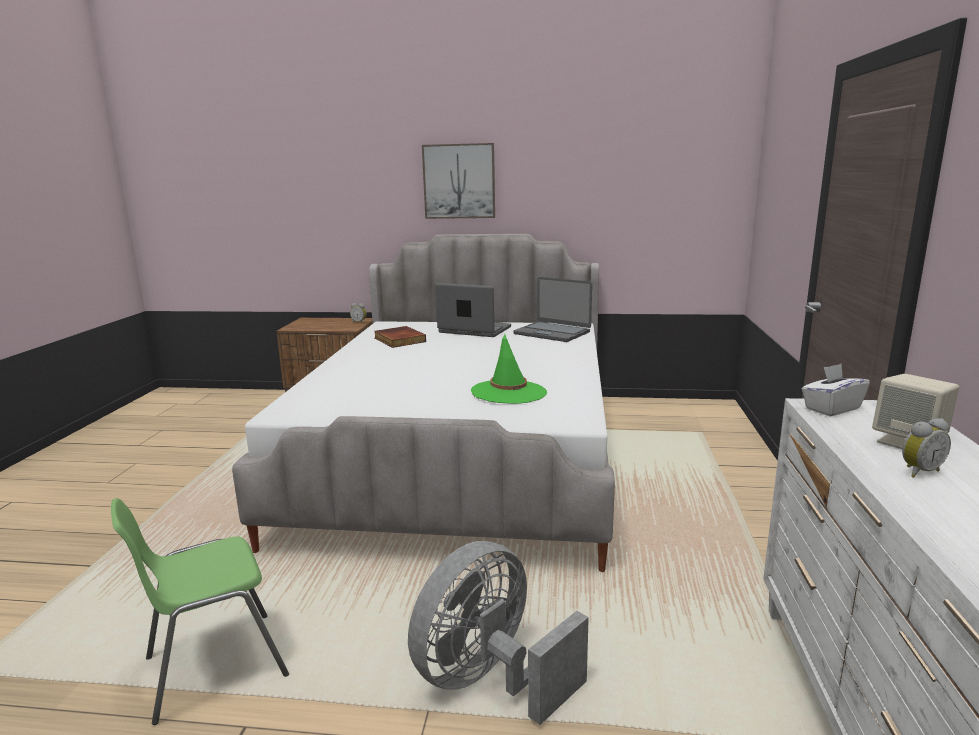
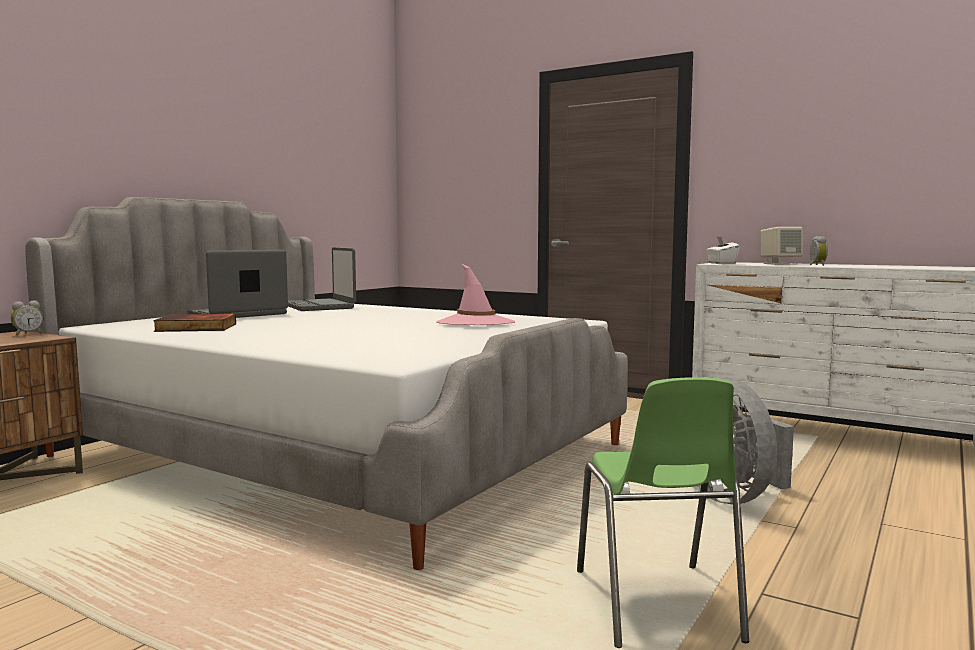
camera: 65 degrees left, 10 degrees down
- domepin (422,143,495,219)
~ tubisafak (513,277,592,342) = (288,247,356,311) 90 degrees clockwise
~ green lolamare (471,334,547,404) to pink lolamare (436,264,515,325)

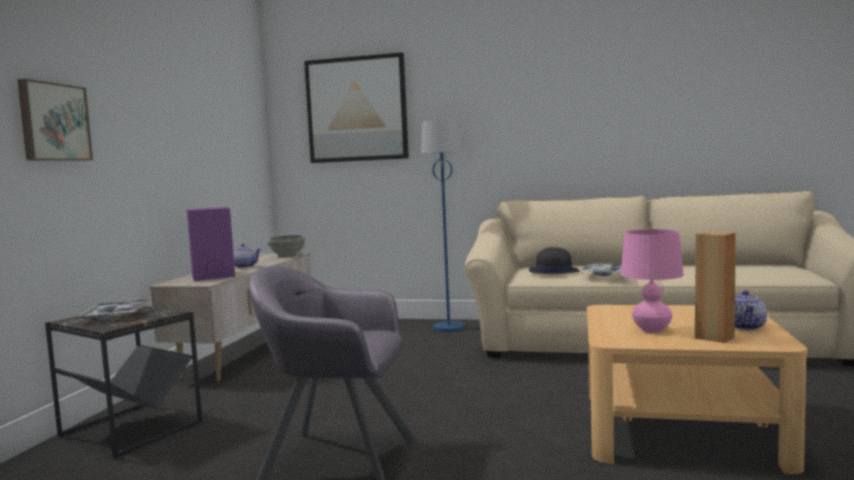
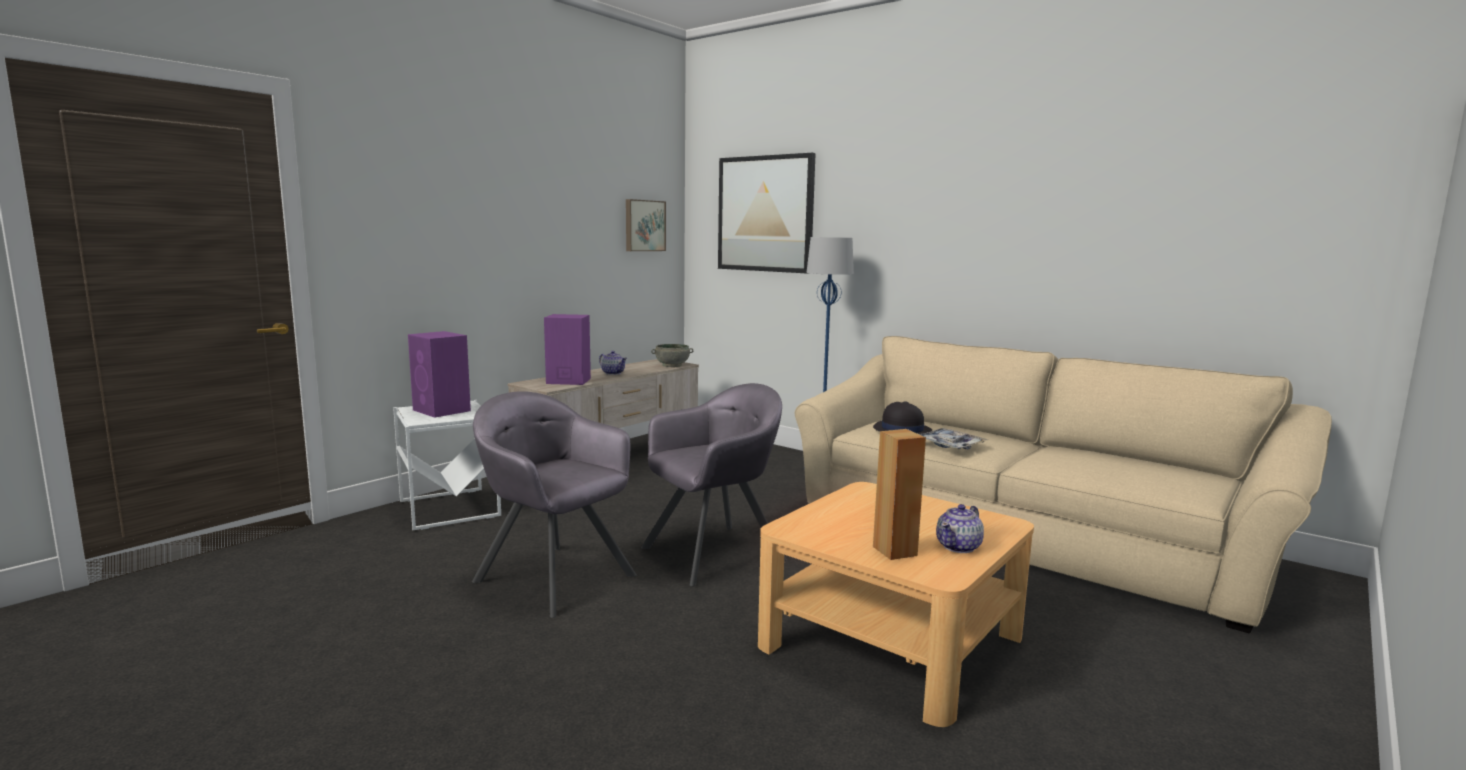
camera: 25 degrees right, 5 degrees up
~ domepin (17,79,93,161) to (626,199,666,251)
- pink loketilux (621,229,684,333)
~ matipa (79,299,152,320) to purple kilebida (408,331,471,418)
~ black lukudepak (45,306,203,458) to white lukudepak (393,400,501,530)
+ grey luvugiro (641,383,787,586)

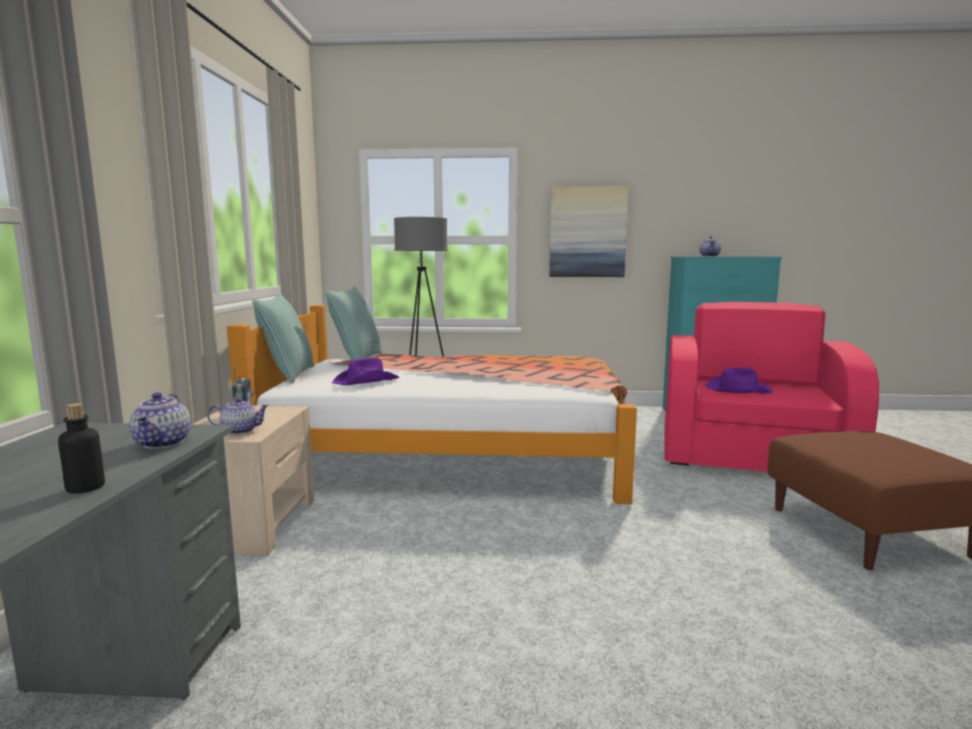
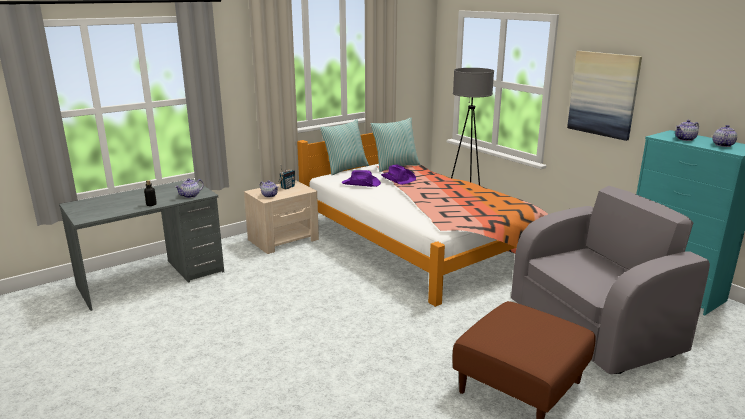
camera: 50 degrees right, 10 degrees up
~ pink luvugiro (664,302,879,472) to grey luvugiro (511,186,710,374)
~ purple lolamare (705,368,773,394) to (381,165,416,185)
+ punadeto (713,125,737,147)

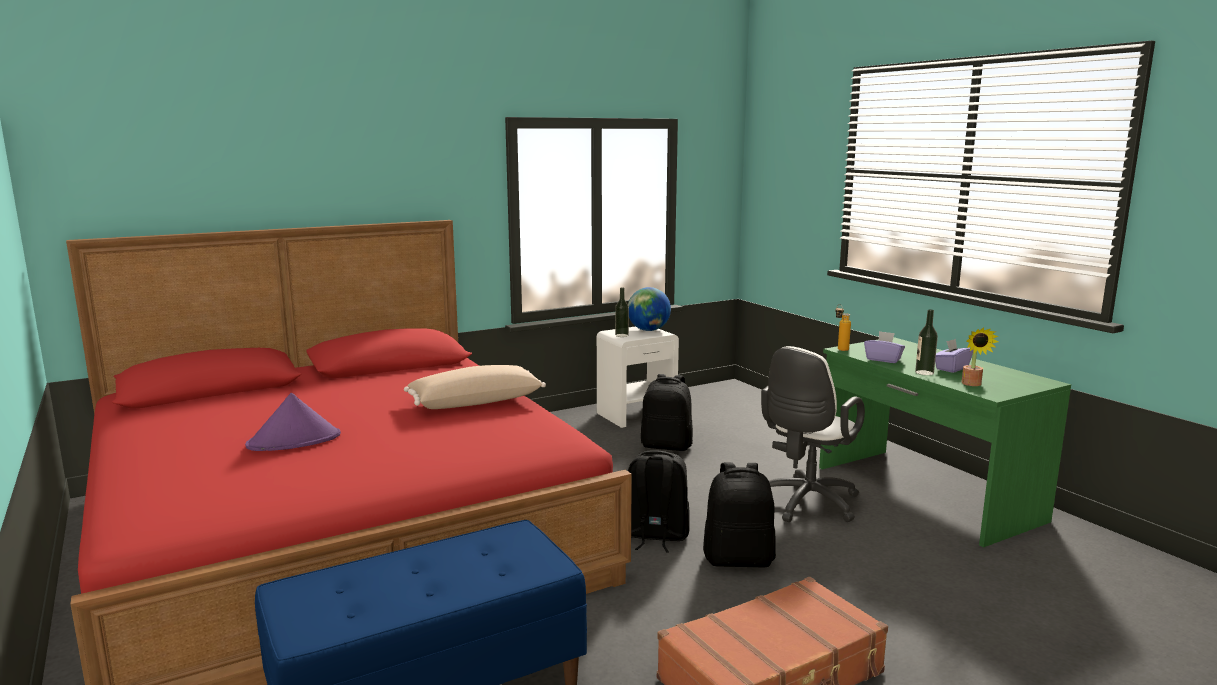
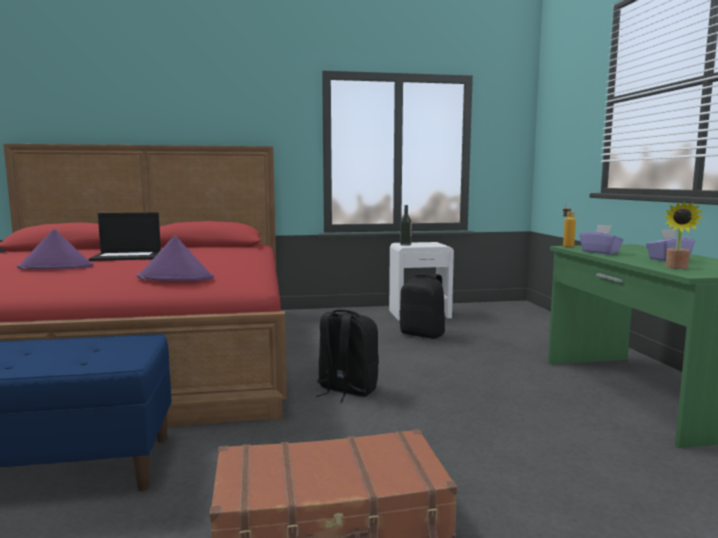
camera: 20 degrees right, 5 degrees down
- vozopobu (628,287,671,331)
- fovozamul (915,309,938,375)
- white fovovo (761,346,865,522)
- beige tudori (404,365,546,409)
- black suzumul (703,462,776,567)
+ tubisafak (89,212,161,261)
+ purple lolamare (137,235,214,281)

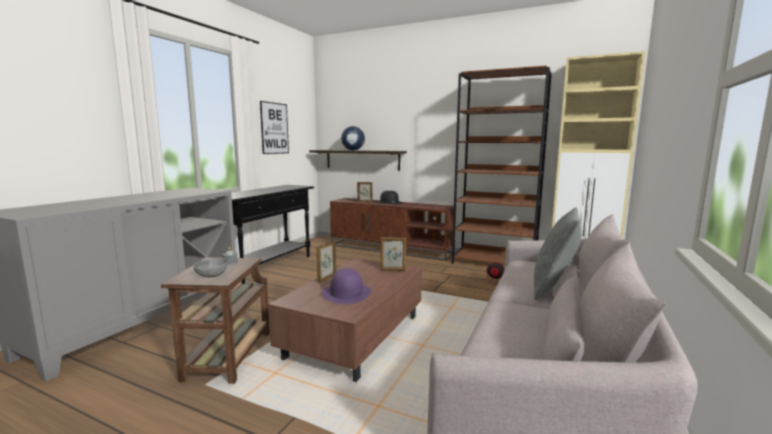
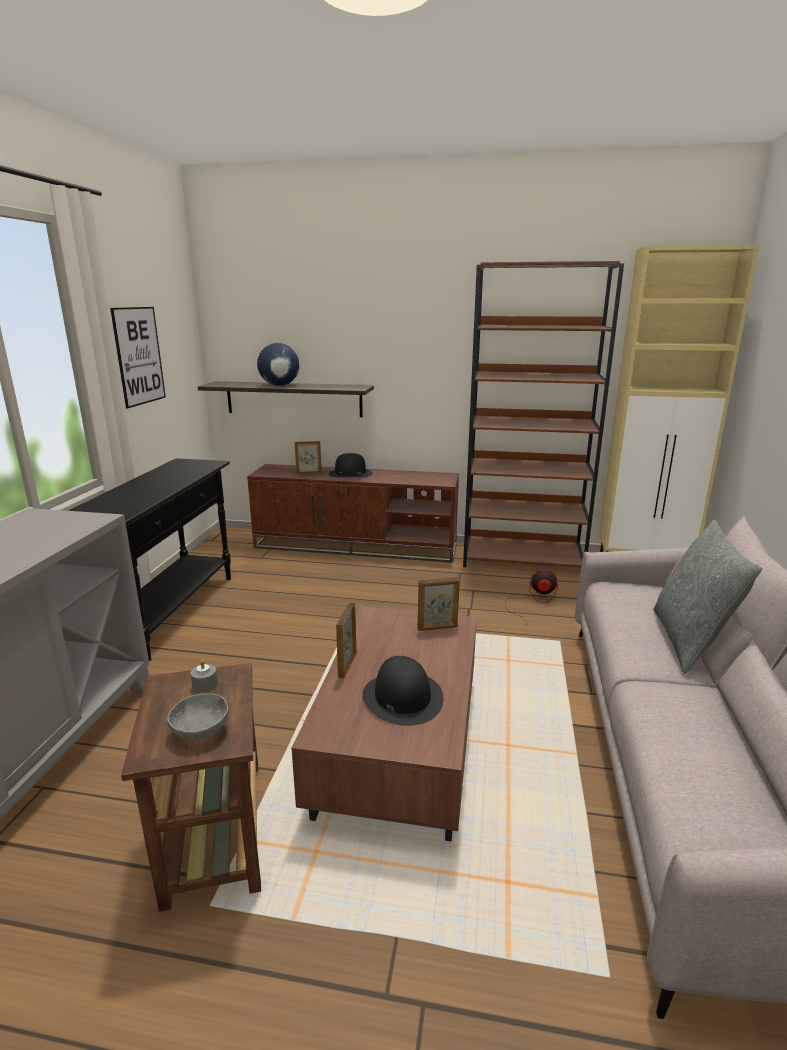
camera: 15 degrees left, 10 degrees up
~ purple lolamare (322,268,371,304) to black lolamare (362,656,444,726)

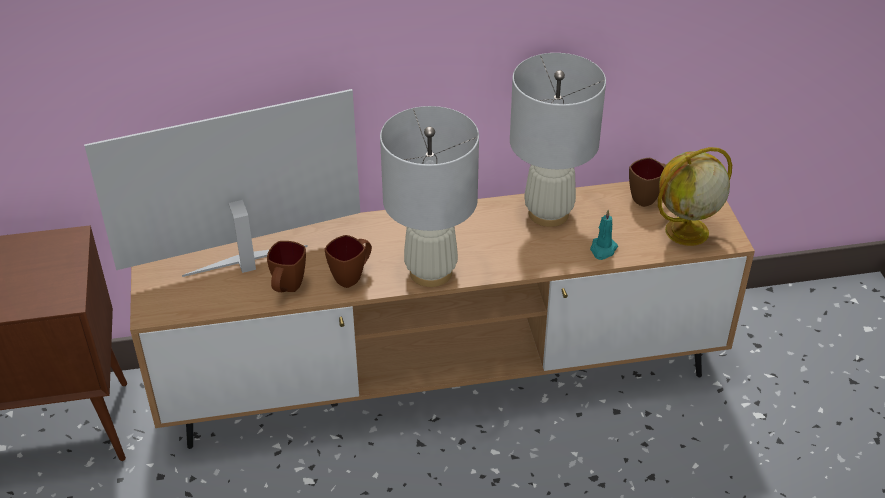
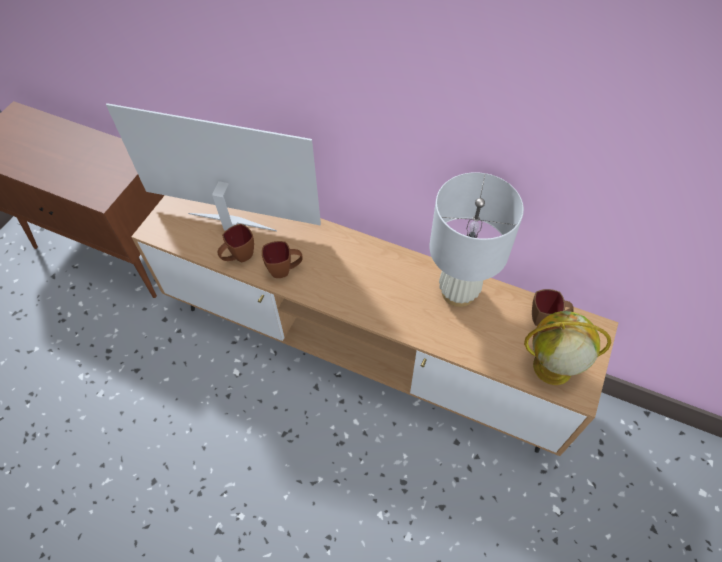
camera: 35 degrees right, 15 degrees up
- white loketilux (380,106,479,287)
- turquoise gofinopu (590,210,618,260)

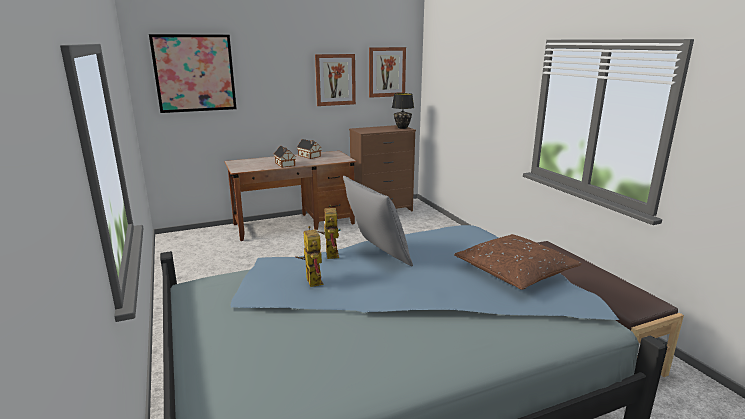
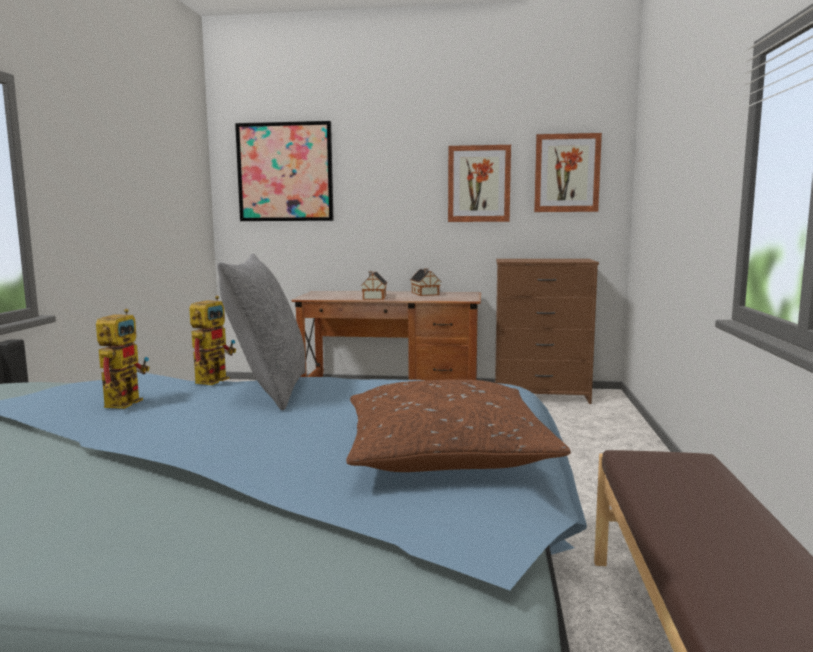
camera: 30 degrees right, 10 degrees down
- black loketilux (392,93,414,129)

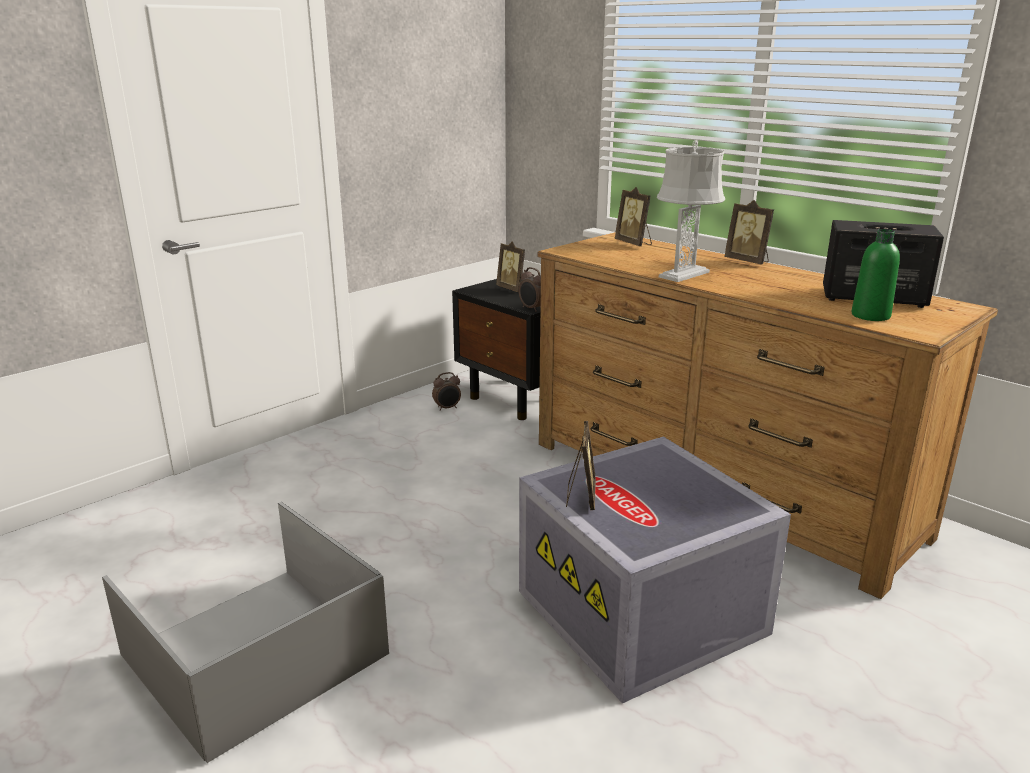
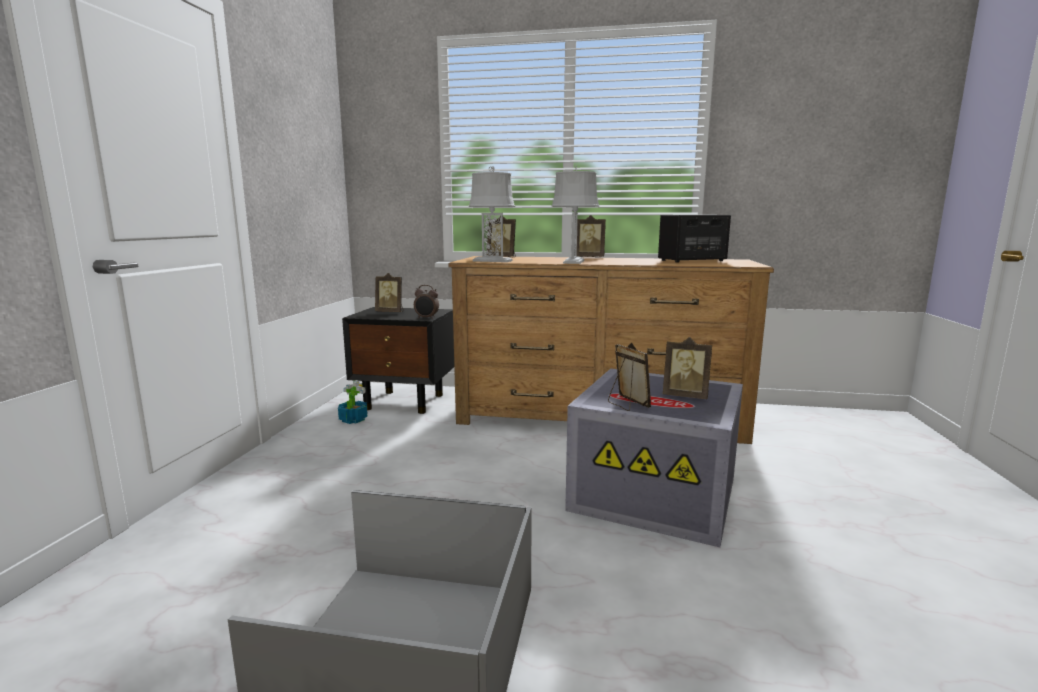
camera: 35 degrees left, 10 degrees down
- green fovozamul (852,229,900,321)
~ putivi (432,372,461,411) to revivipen (338,380,367,424)
+ grey loketilux (469,166,515,262)
+ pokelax (663,337,712,399)

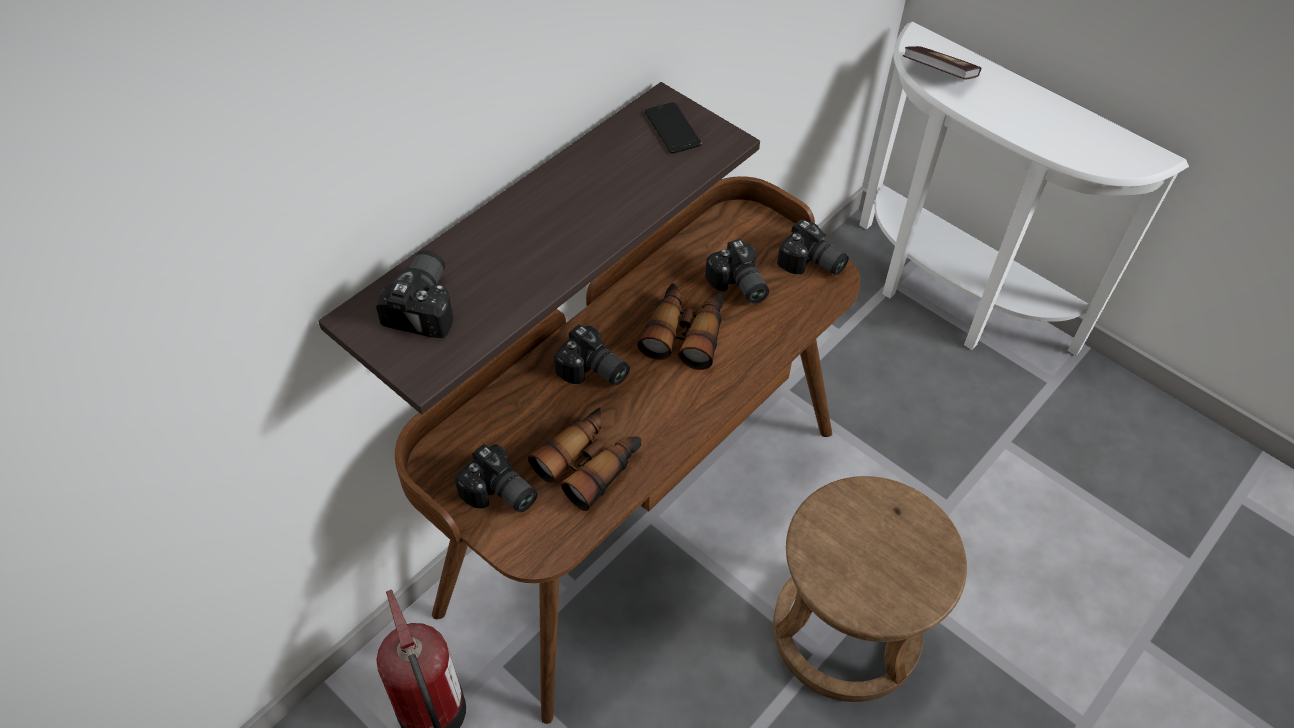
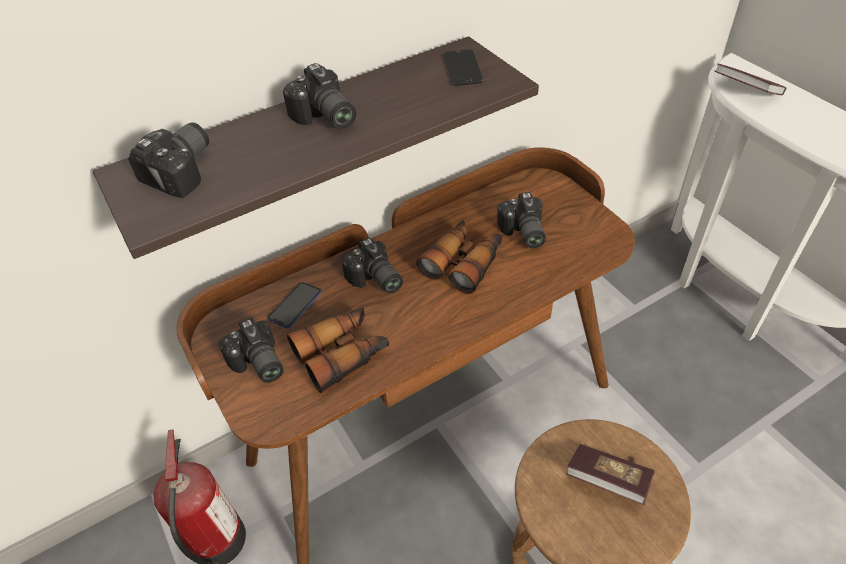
camera: 20 degrees right, 5 degrees down
~ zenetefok (777,219,849,275) to (283,63,356,129)
+ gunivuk (268,282,321,328)
+ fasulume (566,444,655,505)

